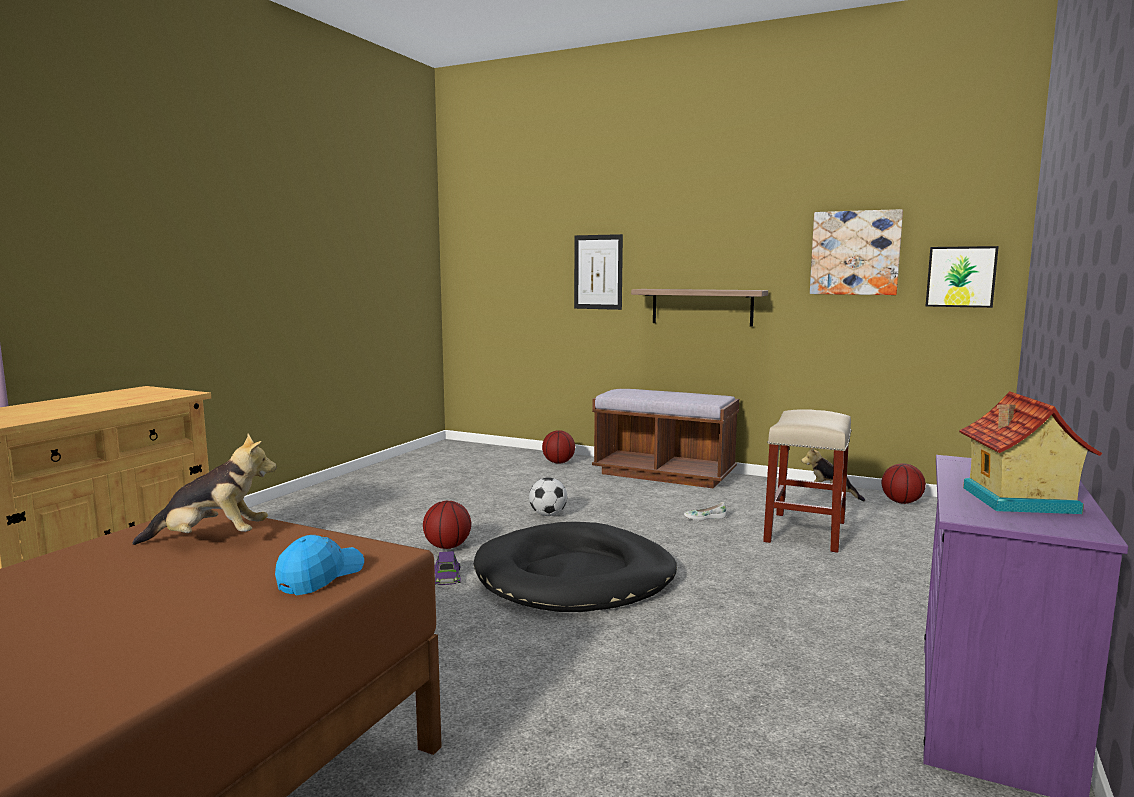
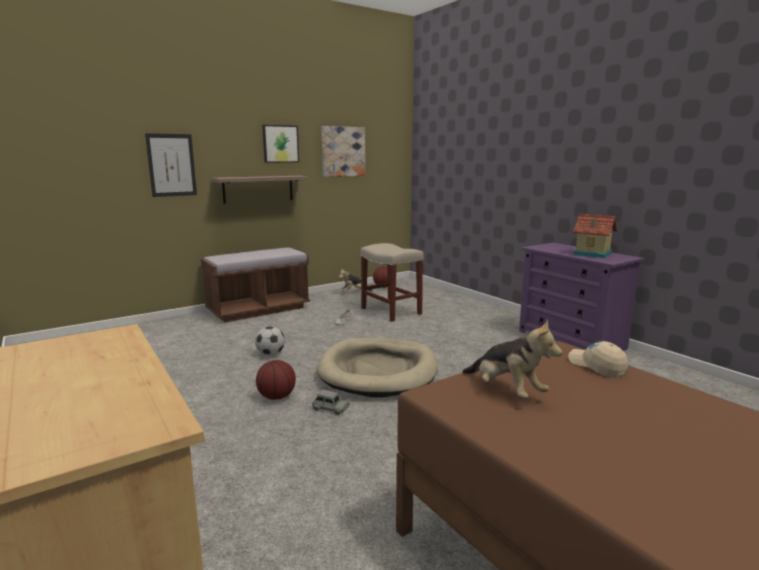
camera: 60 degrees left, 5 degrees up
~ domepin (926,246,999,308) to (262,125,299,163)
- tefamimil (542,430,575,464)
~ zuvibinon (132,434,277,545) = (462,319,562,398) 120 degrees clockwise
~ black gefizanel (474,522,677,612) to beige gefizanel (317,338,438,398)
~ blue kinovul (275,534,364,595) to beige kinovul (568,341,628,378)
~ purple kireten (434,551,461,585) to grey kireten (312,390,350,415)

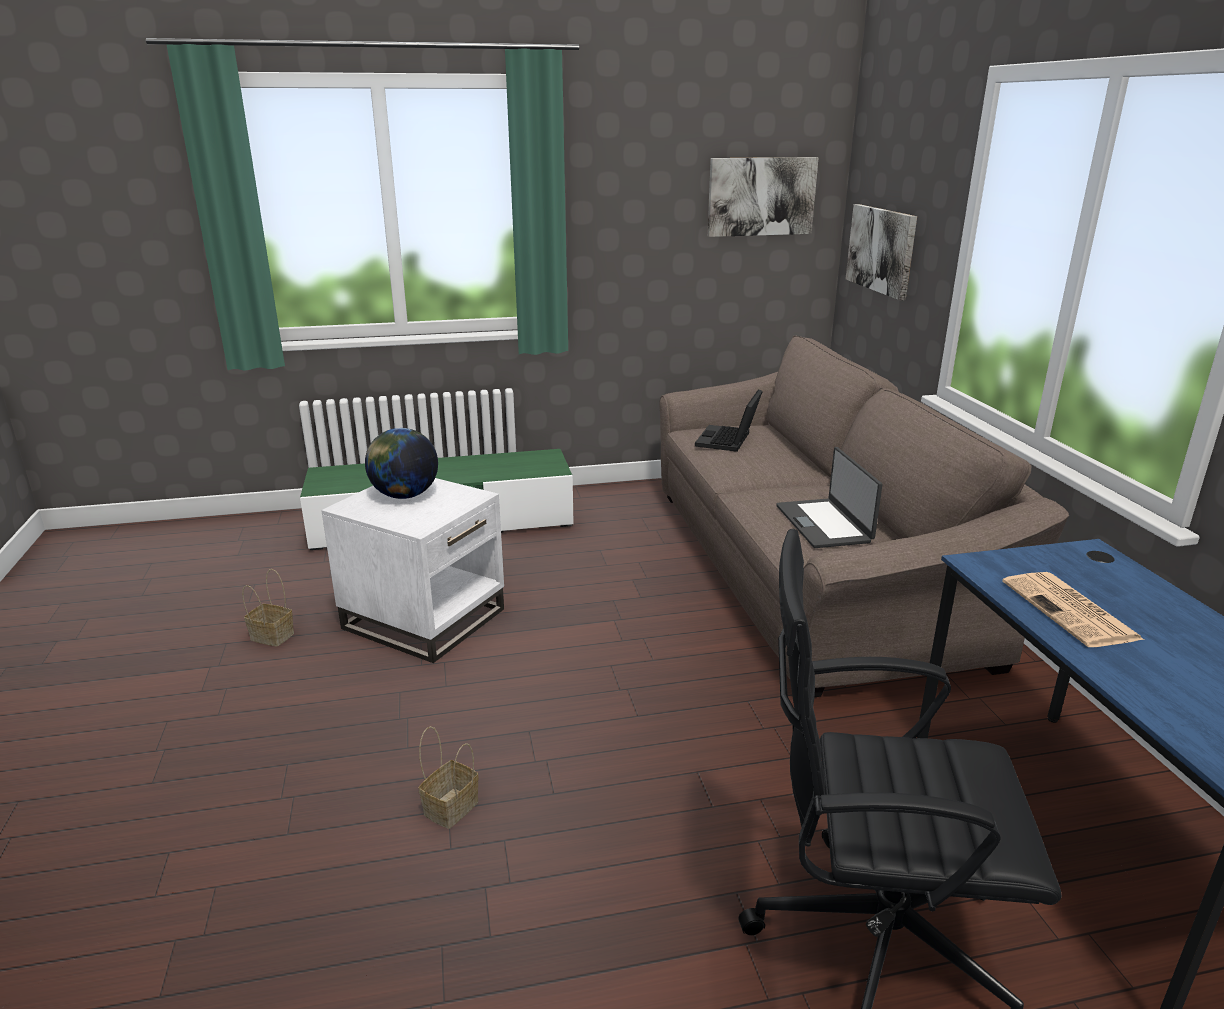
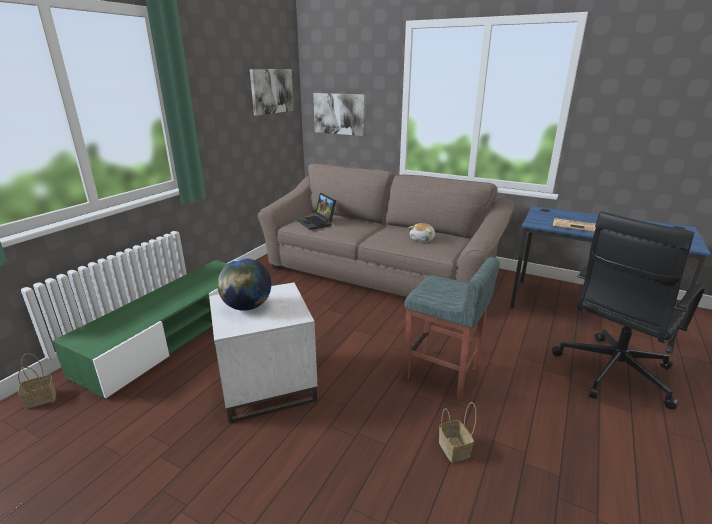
camera: 50 degrees left, 0 degrees up
~ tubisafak (776,447,882,548) to zuvibinon (408,223,435,242)
~ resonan (242,569,294,646) to (18,353,56,409)
+ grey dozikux (404,257,500,400)

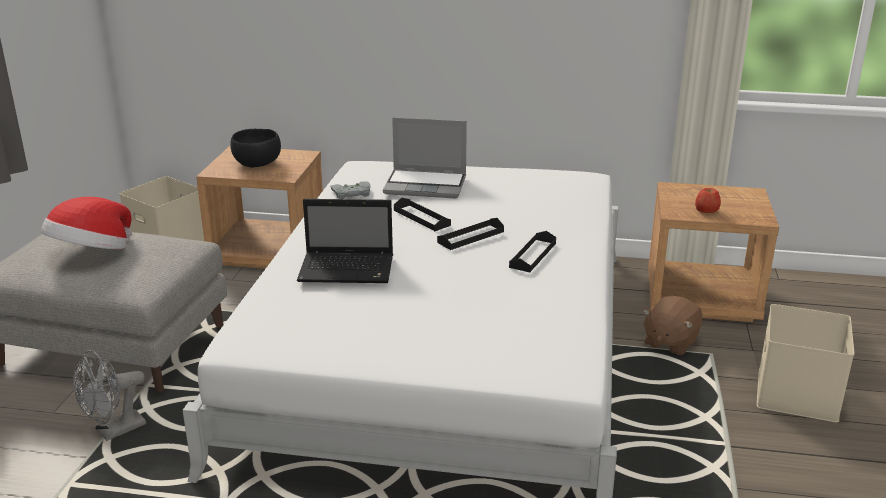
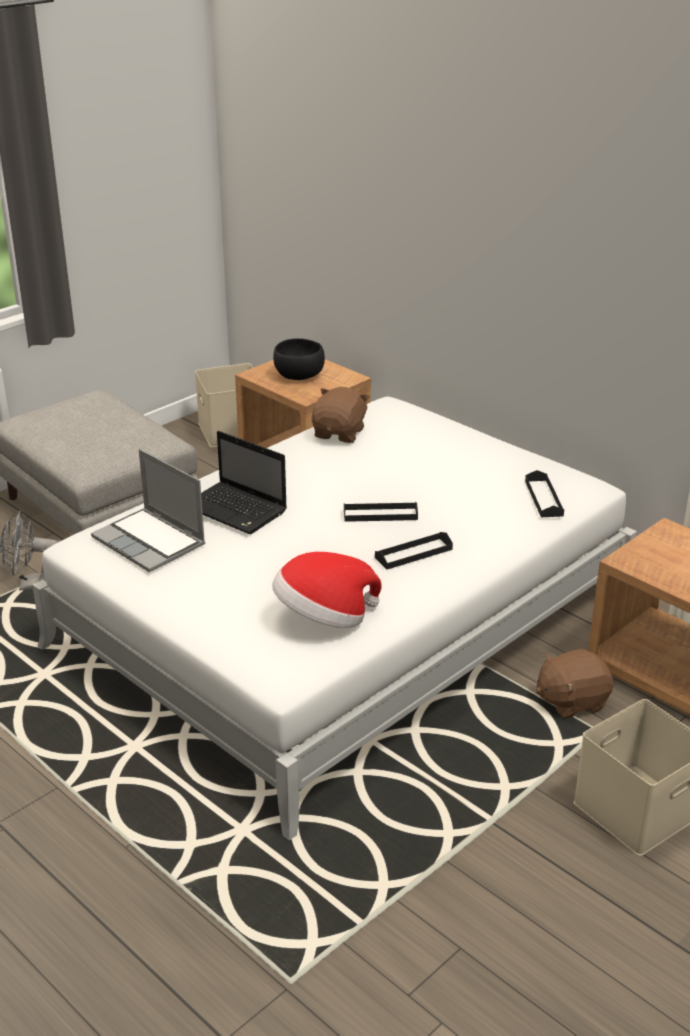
camera: 35 degrees right, 5 degrees up
~ tubisafak (383,118,467,199) to (91,449,205,572)
~ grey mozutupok (330,182,370,199) to brown zuvibinon (312,387,370,443)
- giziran (695,188,721,213)
~ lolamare (41,197,132,249) to (272,552,382,628)
~ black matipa (394,198,451,231) to (525,470,564,517)

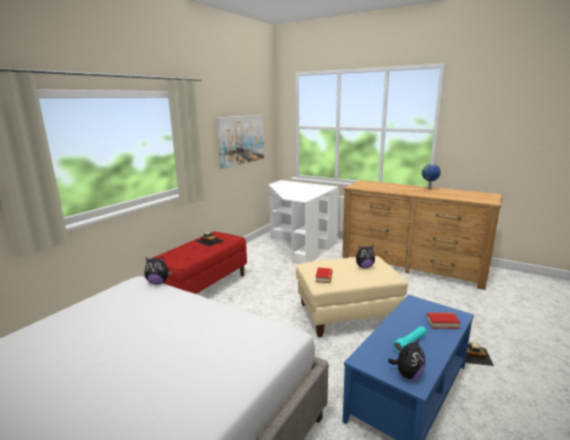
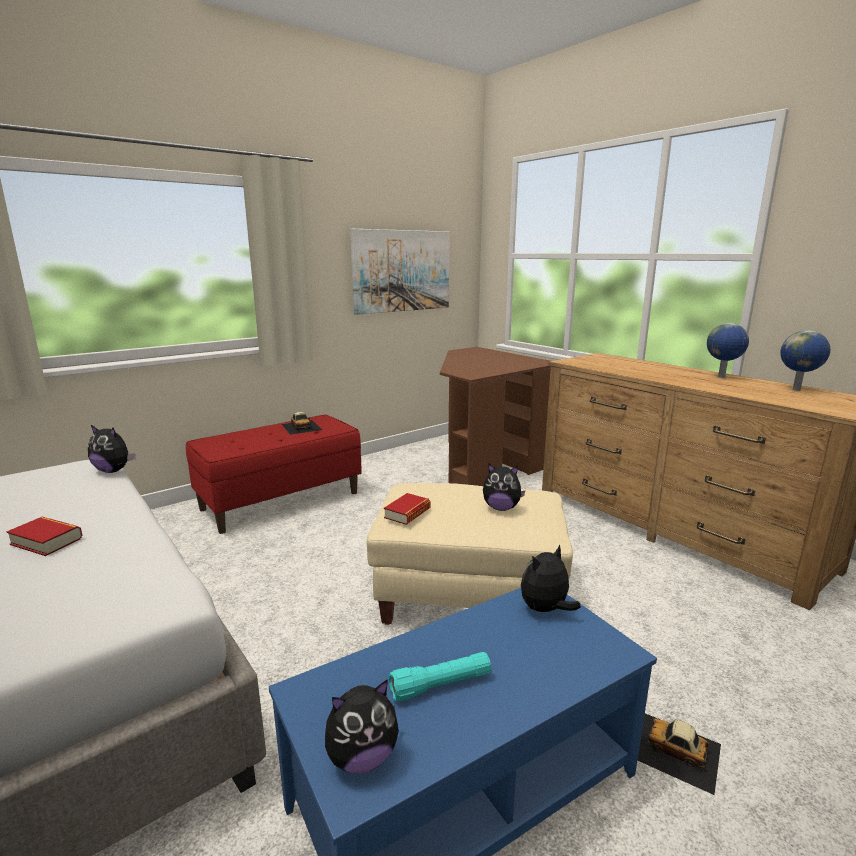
camera: 20 degrees right, 0 degrees up
~ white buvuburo (269,180,339,264) to brown buvuburo (440,347,551,486)
~ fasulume (426,313,461,329) to (7,516,83,556)
+ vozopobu (780,330,830,391)
+ zuvibinon (521,544,581,612)

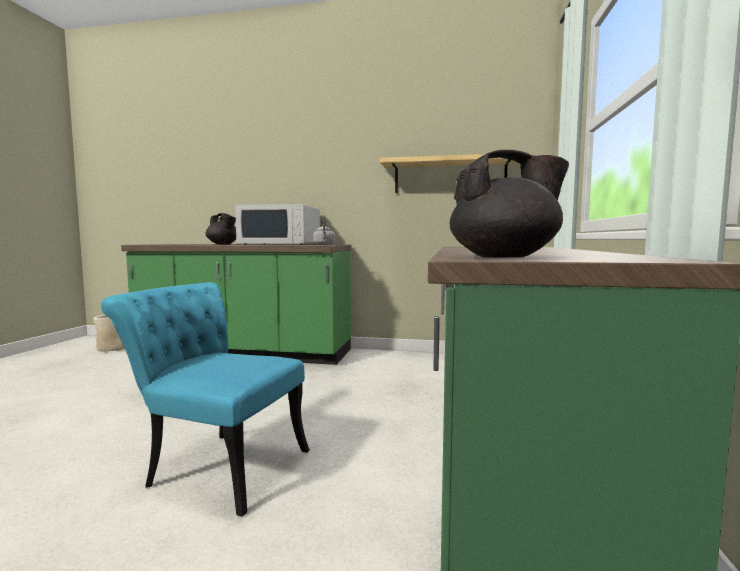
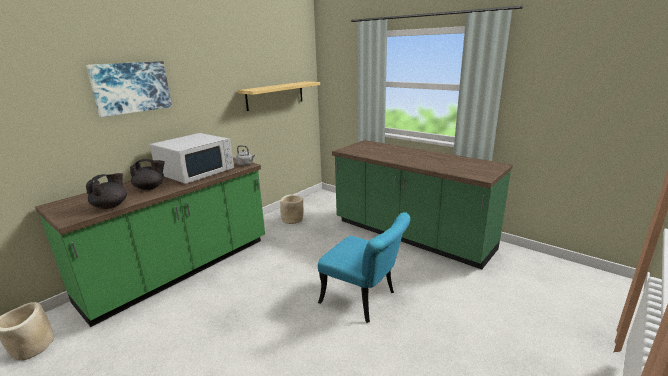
camera: 60 degrees left, 15 degrees up
~ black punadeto (450,150,569,258) to (86,173,127,209)
~ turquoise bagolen (101,282,310,517) = (318,212,410,323) 105 degrees counterclockwise
+ domepin (86,61,172,117)
+ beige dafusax (280,195,303,224)

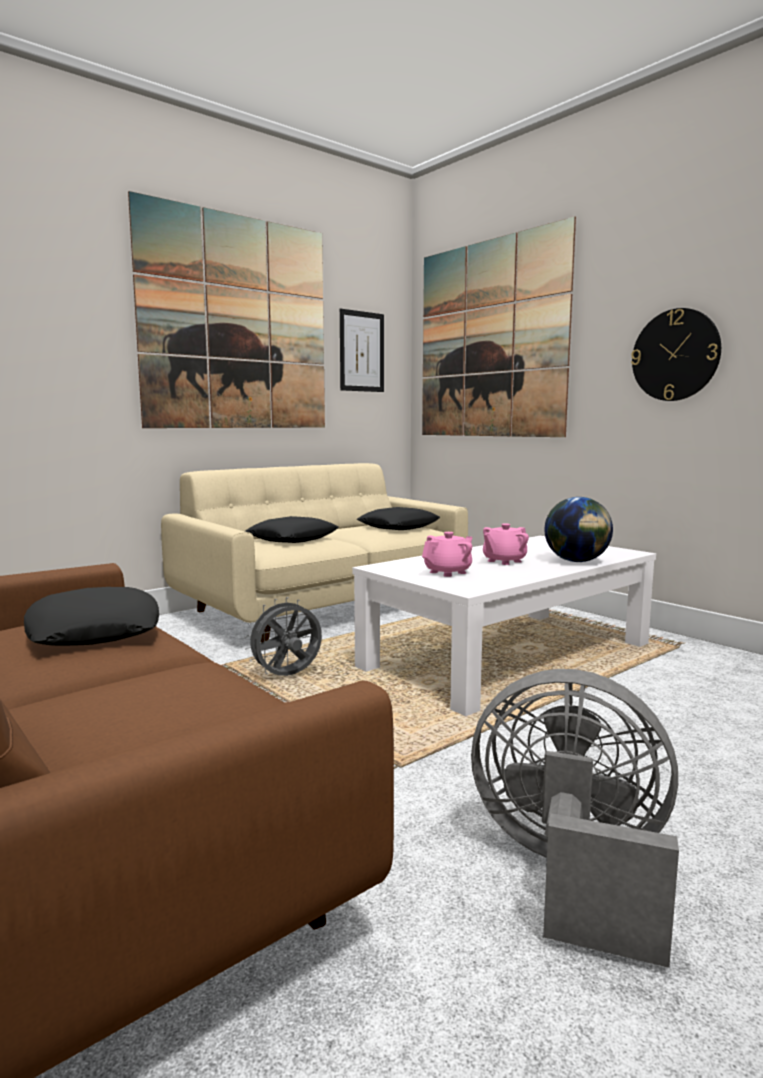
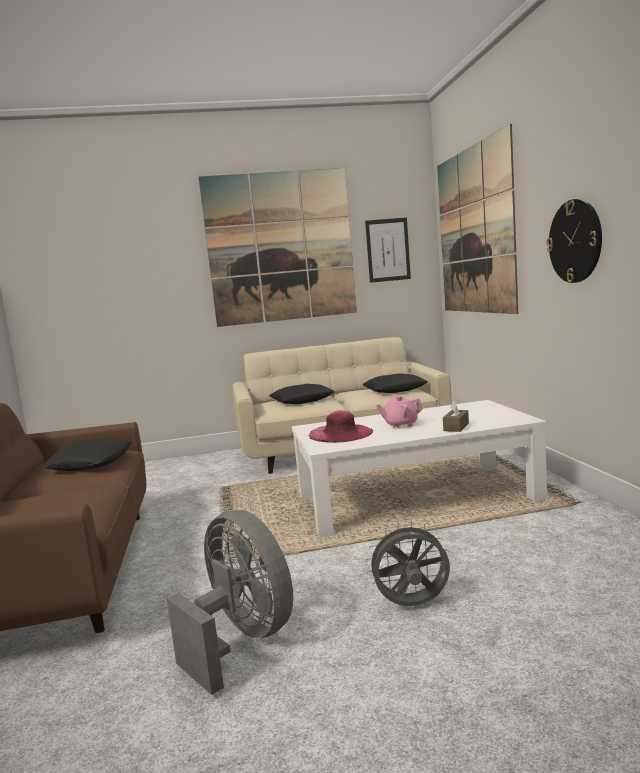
camera: 30 degrees right, 0 degrees up
~ vozopobu (545,497,613,562) to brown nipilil (443,400,469,432)
~ pink punadeto (422,532,472,577) to pink lolamare (309,410,373,443)
~ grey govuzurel (245,597,322,676) to (366,521,450,606)

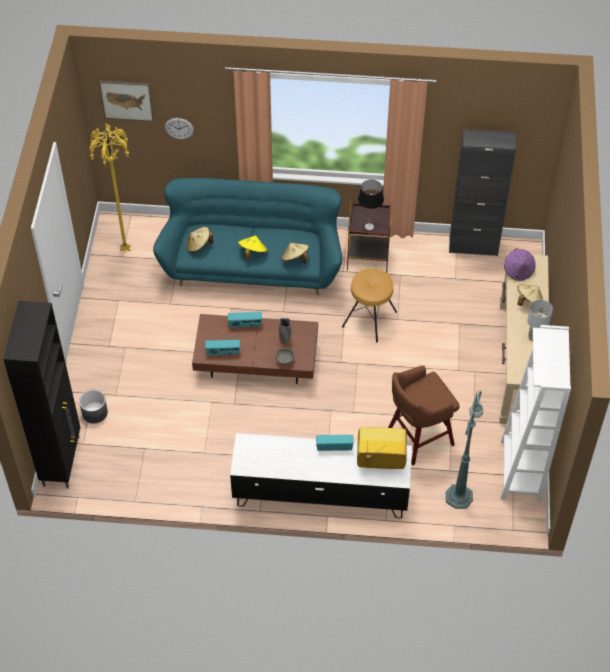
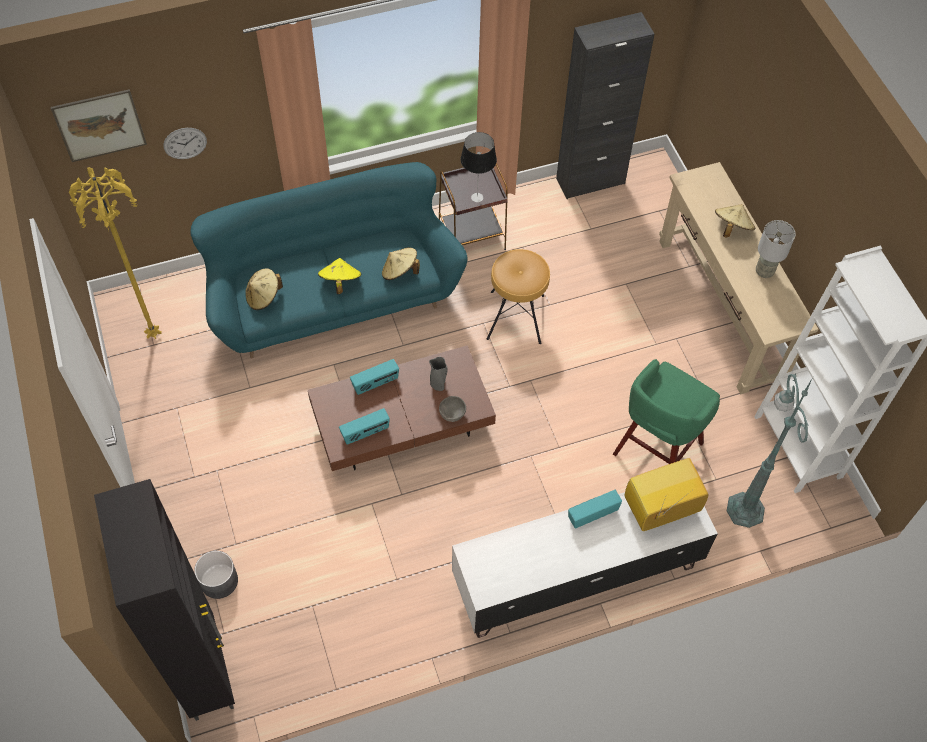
camera: 25 degrees left, 5 degrees up
- purple lolamare (504,248,536,281)
~ brown dozikux (388,366,460,465) to green dozikux (613,359,720,464)

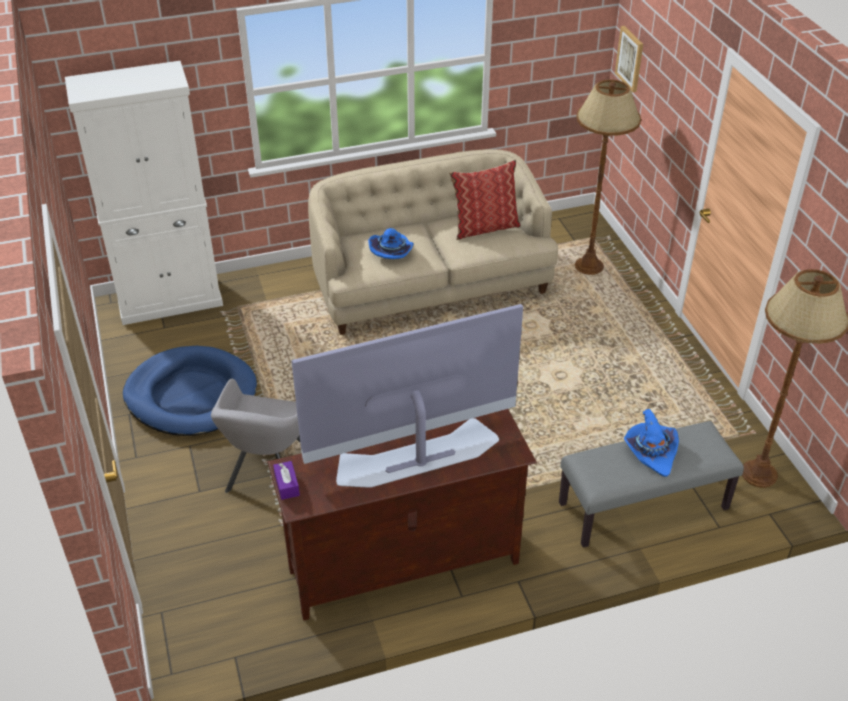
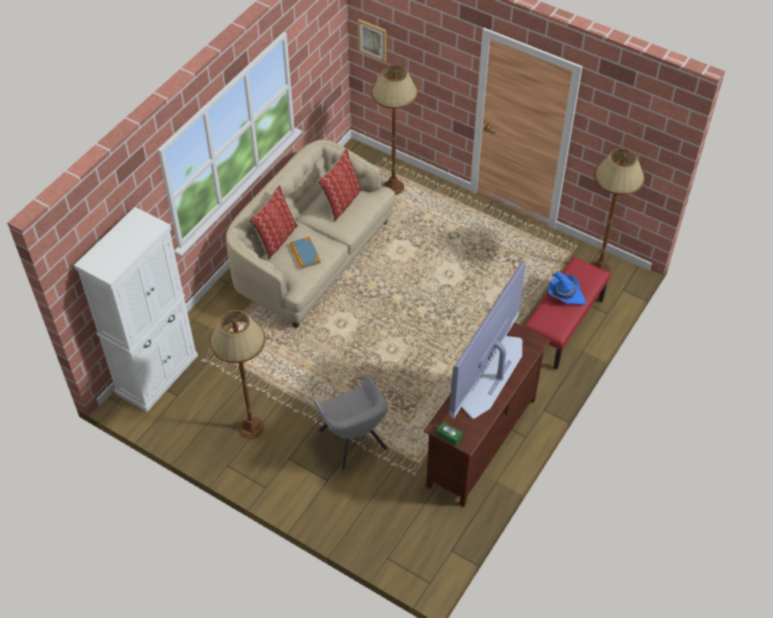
camera: 40 degrees left, 10 degrees up
~ blue lolamare (368,228,414,259) to fasulume (290,237,321,269)
~ blue gefizanel (123,346,257,436) to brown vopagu (209,310,266,439)
~ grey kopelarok (559,421,744,548) to red kopelarok (524,257,611,369)
~ purple nipilil (273,461,300,500) to green nipilil (437,422,462,446)
+ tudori (248,185,298,260)

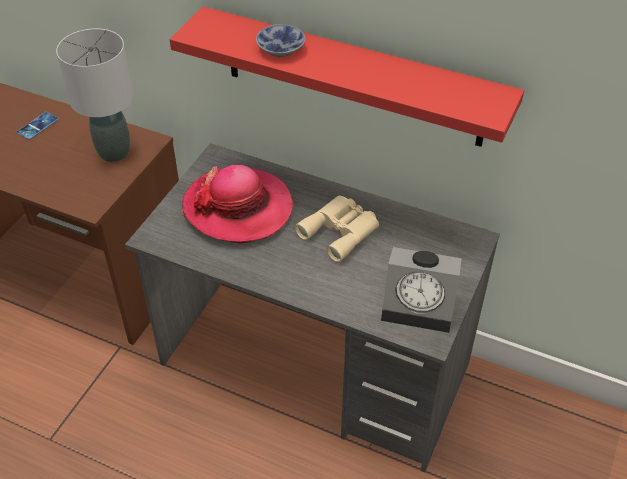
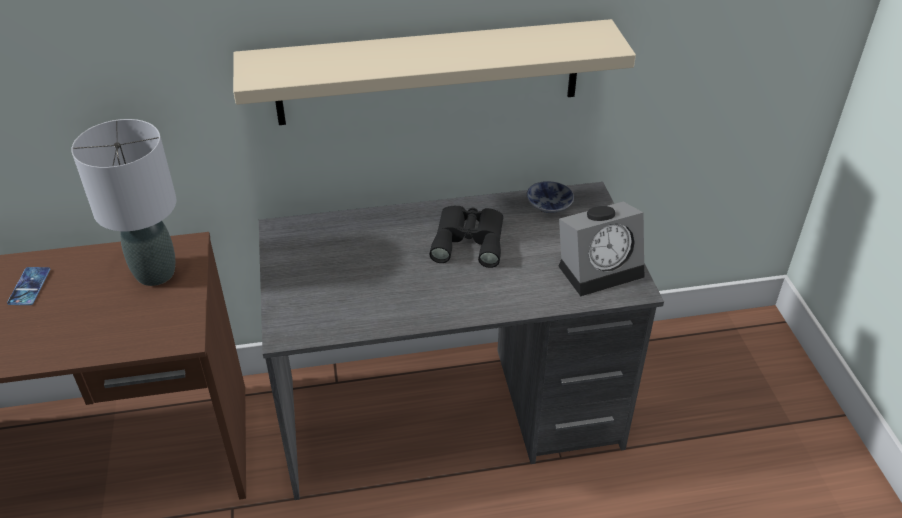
camera: 35 degrees left, 5 degrees down
~ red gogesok (170,6,524,147) to beige gogesok (233,19,636,125)
~ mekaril (256,24,305,57) to (526,181,574,213)
- lolamare (182,165,293,244)
~ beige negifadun (295,196,379,262) to black negifadun (429,206,503,268)

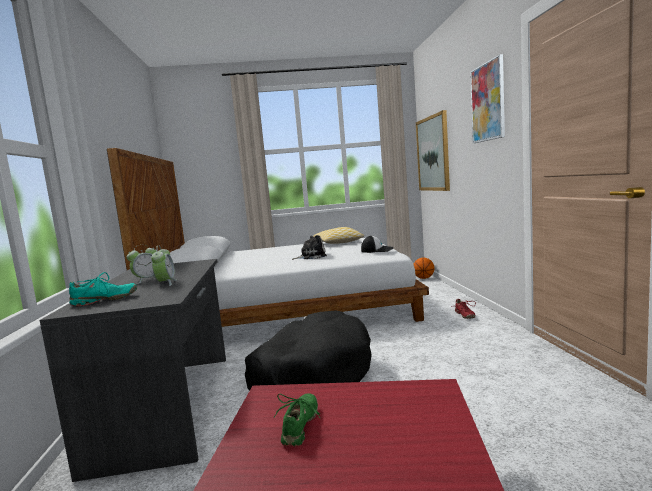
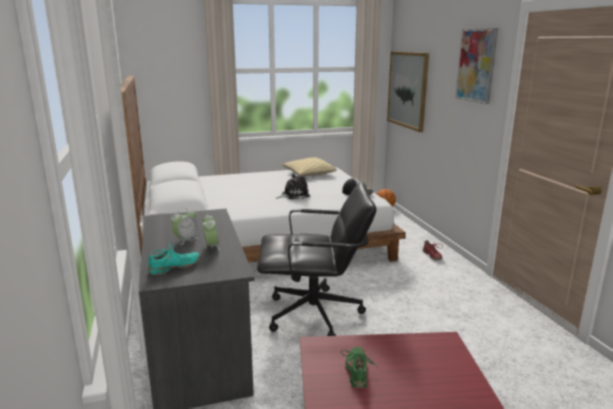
camera: 10 degrees left, 10 degrees up
~ black gefizanel (245,310,372,391) to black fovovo (257,182,376,336)

